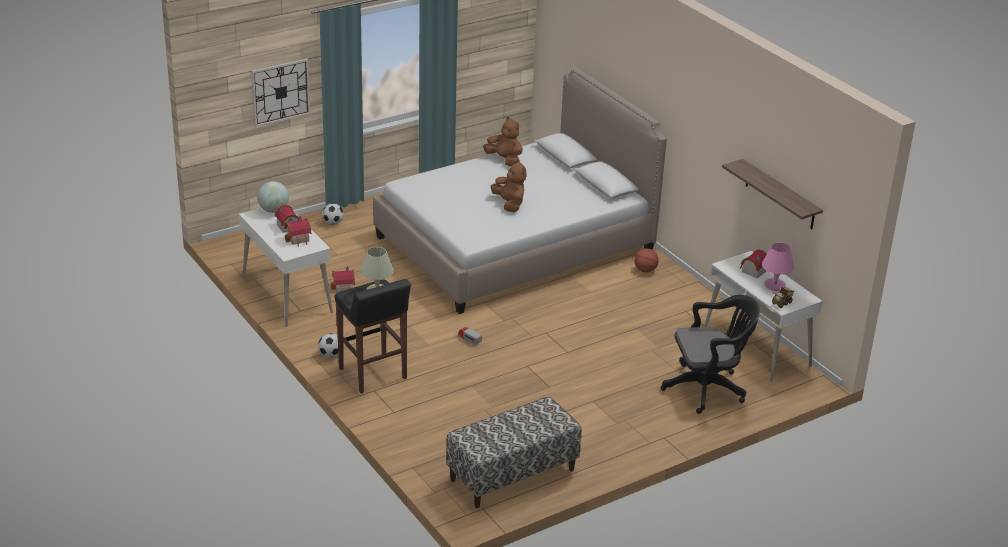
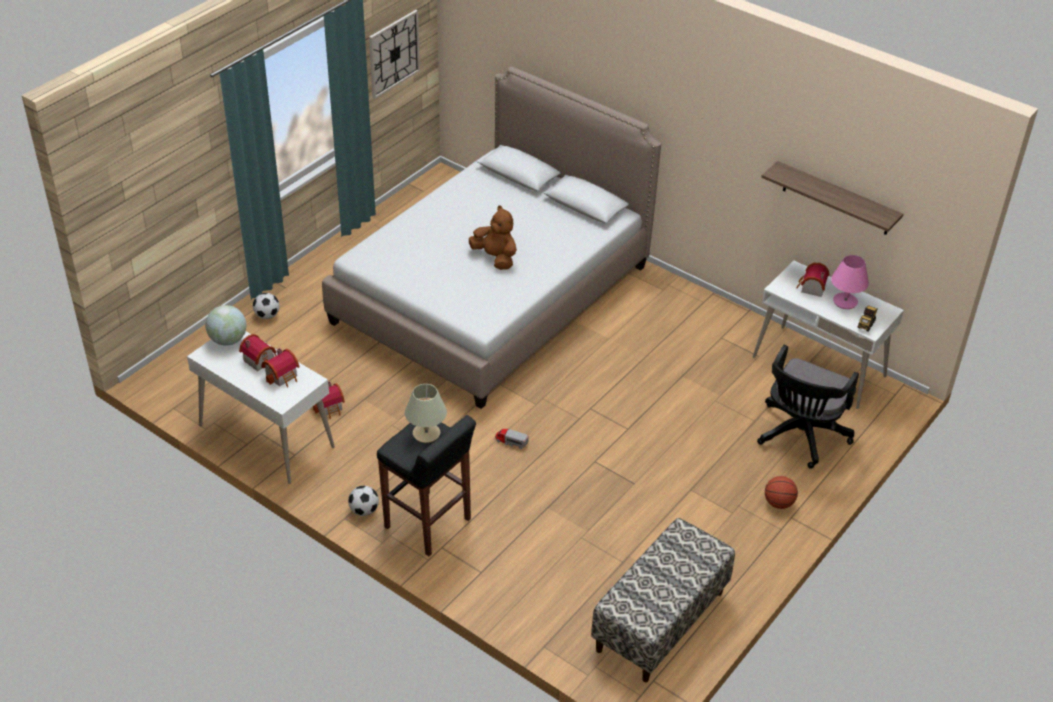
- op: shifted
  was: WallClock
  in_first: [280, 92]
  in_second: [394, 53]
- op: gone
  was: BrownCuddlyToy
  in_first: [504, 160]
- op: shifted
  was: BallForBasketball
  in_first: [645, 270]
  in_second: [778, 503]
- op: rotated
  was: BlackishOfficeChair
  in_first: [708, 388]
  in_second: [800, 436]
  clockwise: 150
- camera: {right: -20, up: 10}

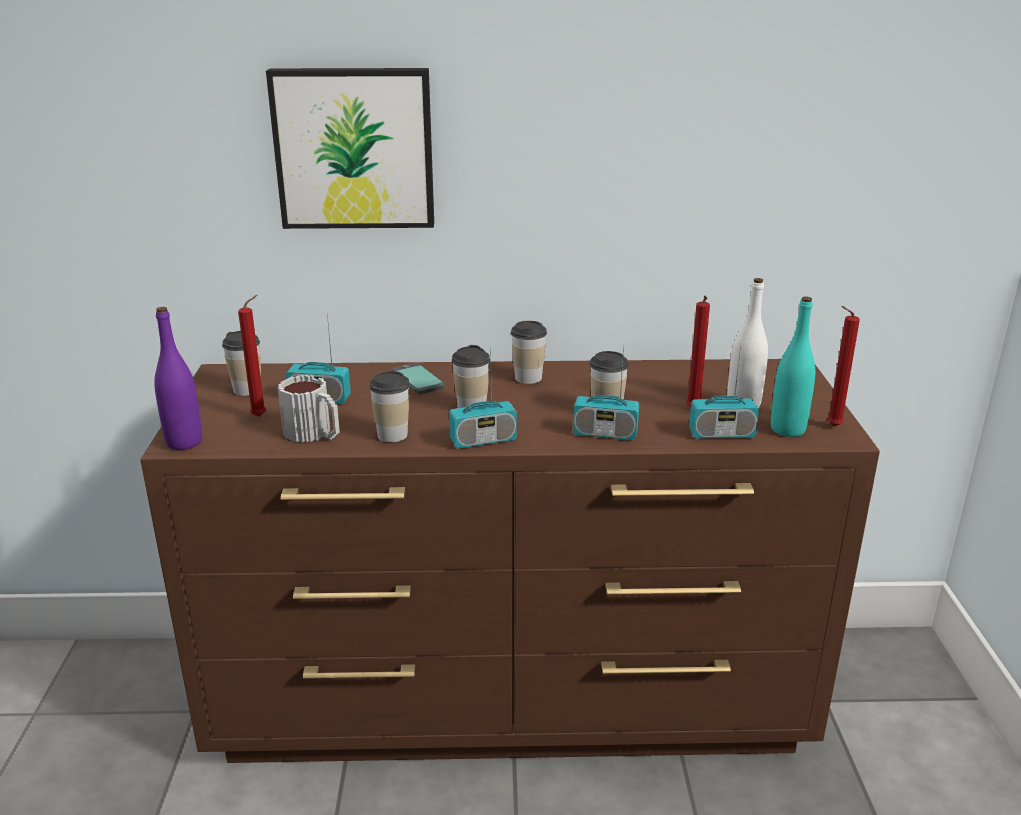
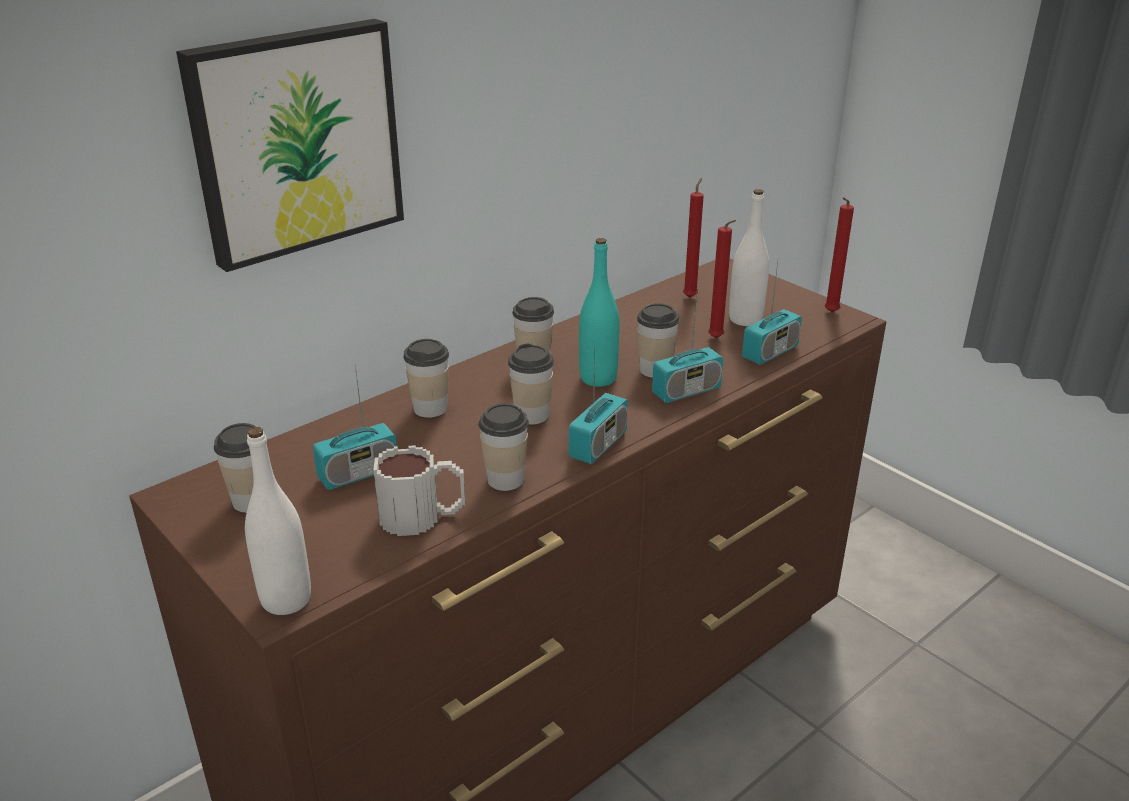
- op: repainted
  was: PurpleColouredDrinkBottle
  now: WhiteColouredDrinkBottle
  in_first: [184, 442]
  in_second: [286, 599]
- op: shifted
  was: RedColouredCandle
  in_first: [261, 416]
  in_second: [690, 296]
- op: swapped
  was: Phone
  now: DrinkingCup
  in_first: [417, 380]
  in_second: [430, 408]
- op: shifted
  was: BlueGreenDrinkBottle
  in_first: [787, 429]
  in_second: [598, 378]
- camera: {right: -40, up: 5}

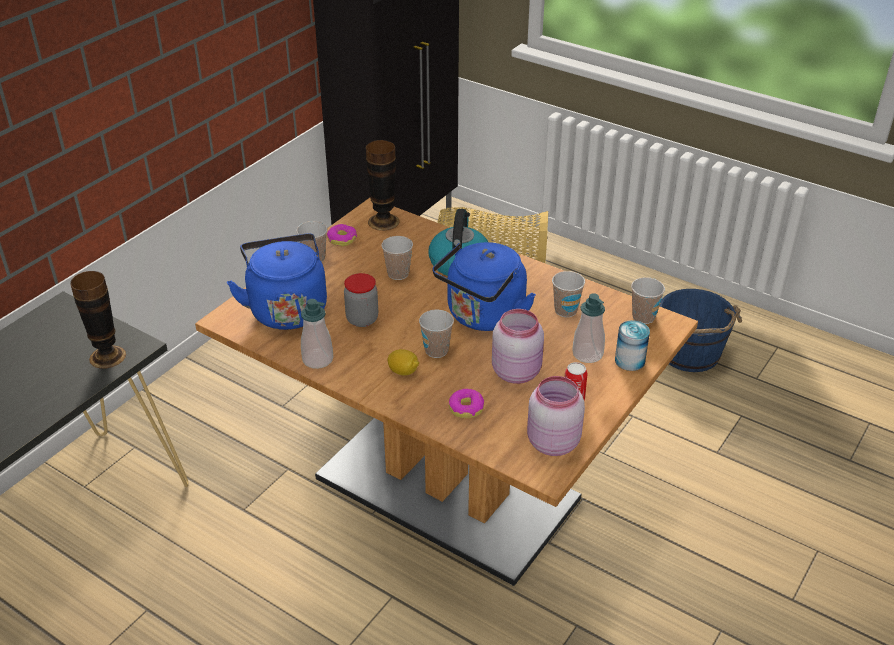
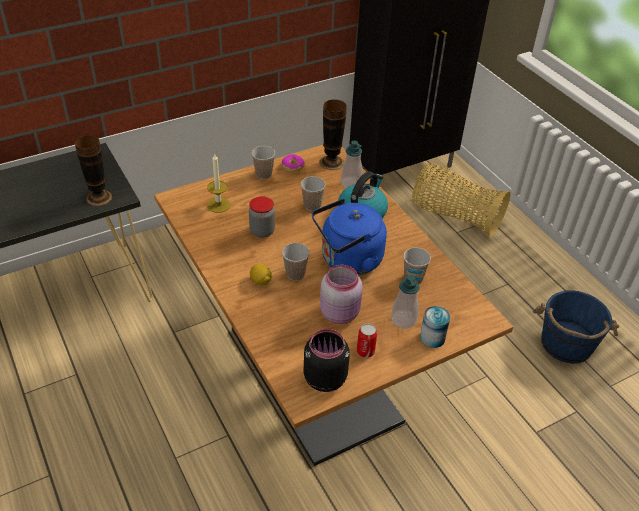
- op: swapped
  was: BluishWaterKettle
  now: Candle
  in_first: [287, 308]
  in_second: [218, 205]
- op: shifted
  was: LiquidSoapBottle
  in_first: [317, 359]
  in_second: [351, 183]
- op: gone
  was: RingDoughnut
  in_first: [466, 408]
- op: repainted
  was: PinkColouredJar
  now: BlackishJar
  in_first: [551, 442]
  in_second: [324, 378]
- op: gone
  was: DrinkingCup
  in_first: [643, 317]
- camera: {right: 25, up: 5}

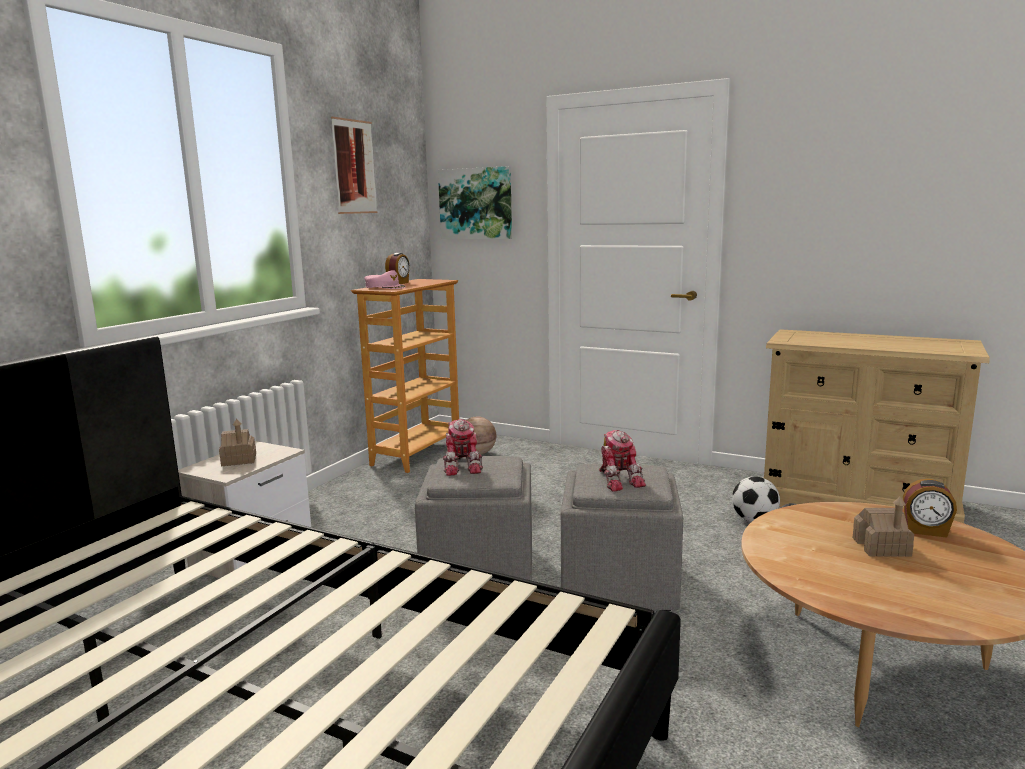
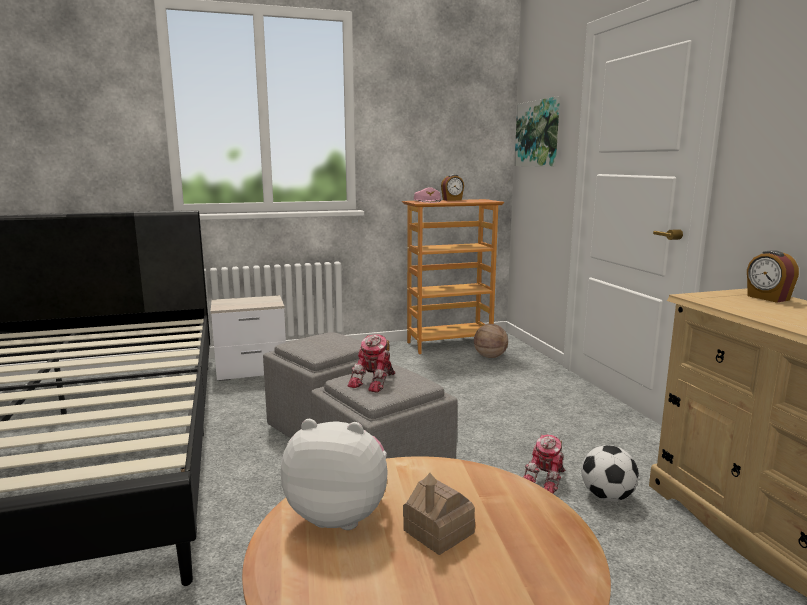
- op: gone
  was: MiniatureHouse
  in_first: [239, 460]
- op: gone
  was: WallArt
  in_first: [354, 167]
- op: shifted
  was: ModelRobot
  in_first: [463, 466]
  in_second: [547, 479]
- op: shifted
  was: TableClock
  in_first: [925, 531]
  in_second: [767, 298]
- op: new
  now: CuddlyToy
  in_second: [340, 514]
- camera: {right: 45, up: 0}

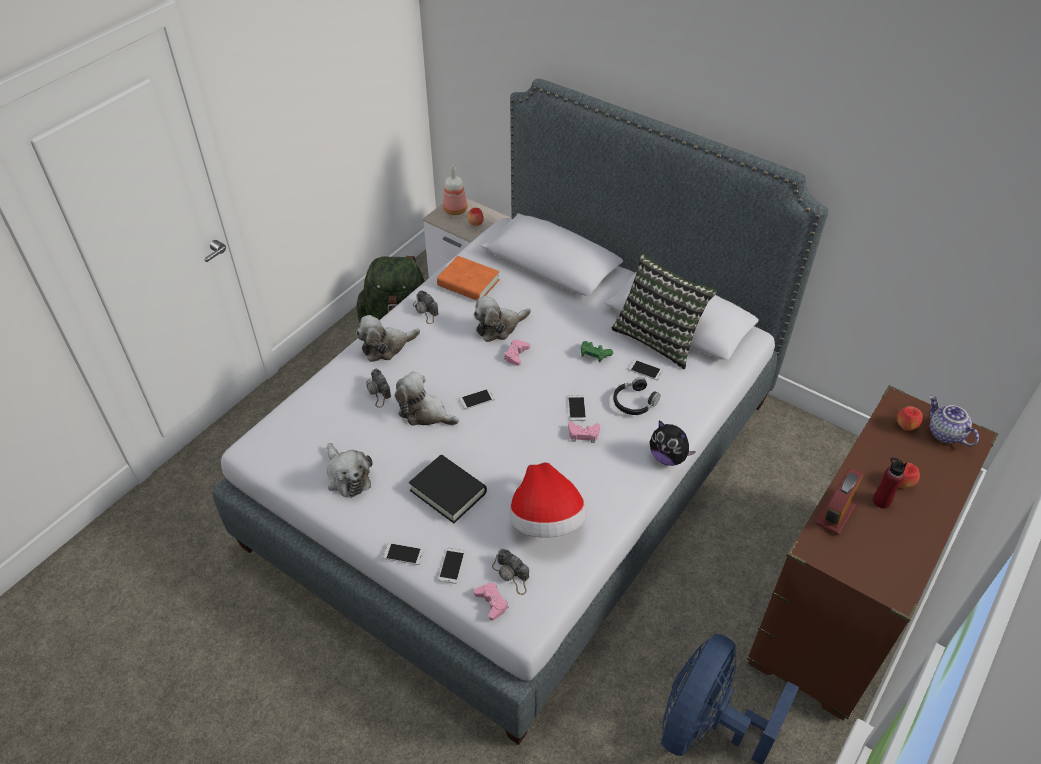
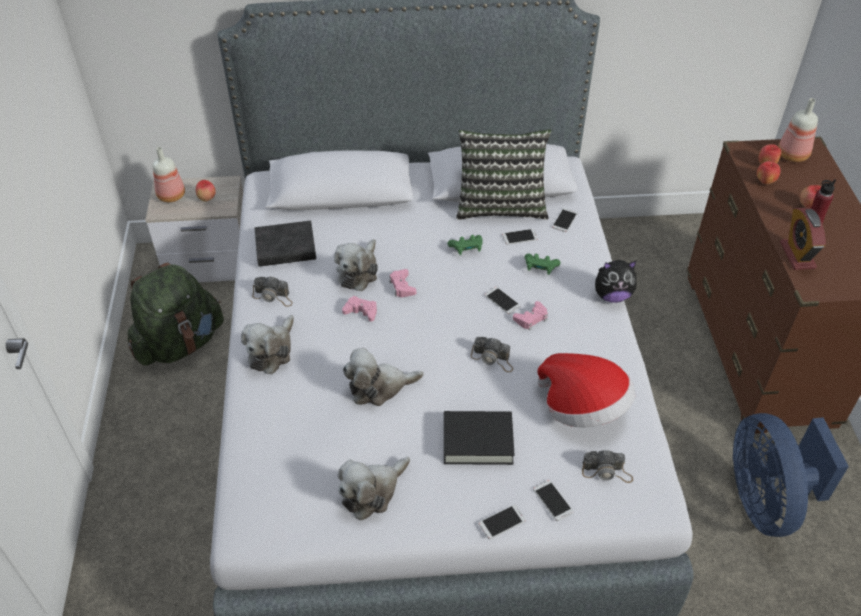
- op: rotated
  was: CuddlyToy
  in_first: [347, 476]
  in_second: [372, 492]
  clockwise: 120
- op: shifted
  was: PhotoCamera
  in_first: [378, 392]
  in_second: [492, 359]
- op: repainted
  was: OrangeColouredVolume
  now: BlackishVolume
  in_first: [468, 283]
  in_second: [286, 249]
- op: shifted
  was: Phone
  in_first: [477, 399]
  in_second: [564, 220]
- op: shifted
  was: PinkColouredJoypad
  in_first: [492, 603]
  in_second: [361, 311]
- op: swapped
  was: BlackishHeadset
  now: GreenishJoypad
  in_first: [634, 402]
  in_second: [540, 268]
- op: swapped
  was: Teapot
  now: DrinkBottle
  in_first: [944, 434]
  in_second: [793, 155]
- op: new
  now: WholeApple
  in_second: [765, 182]
- camera: {right: -40, up: 0}

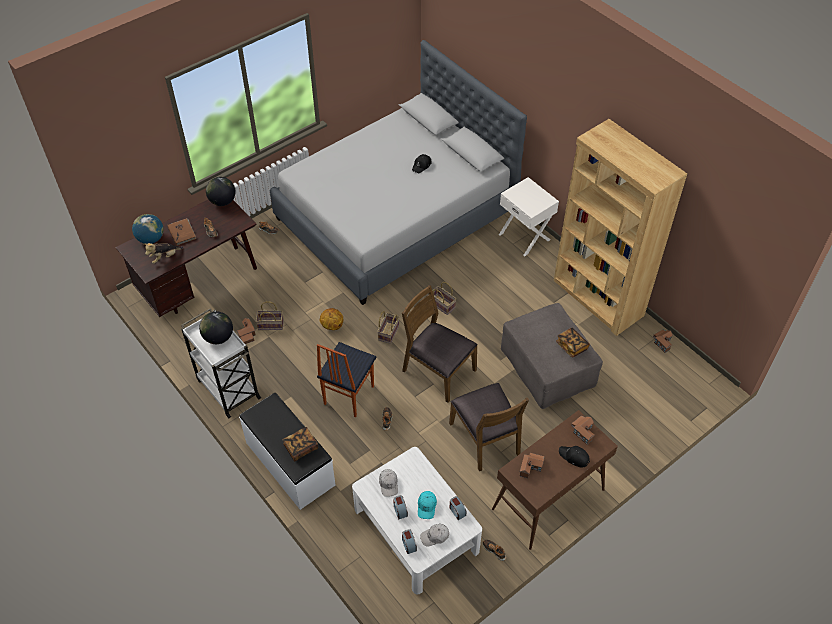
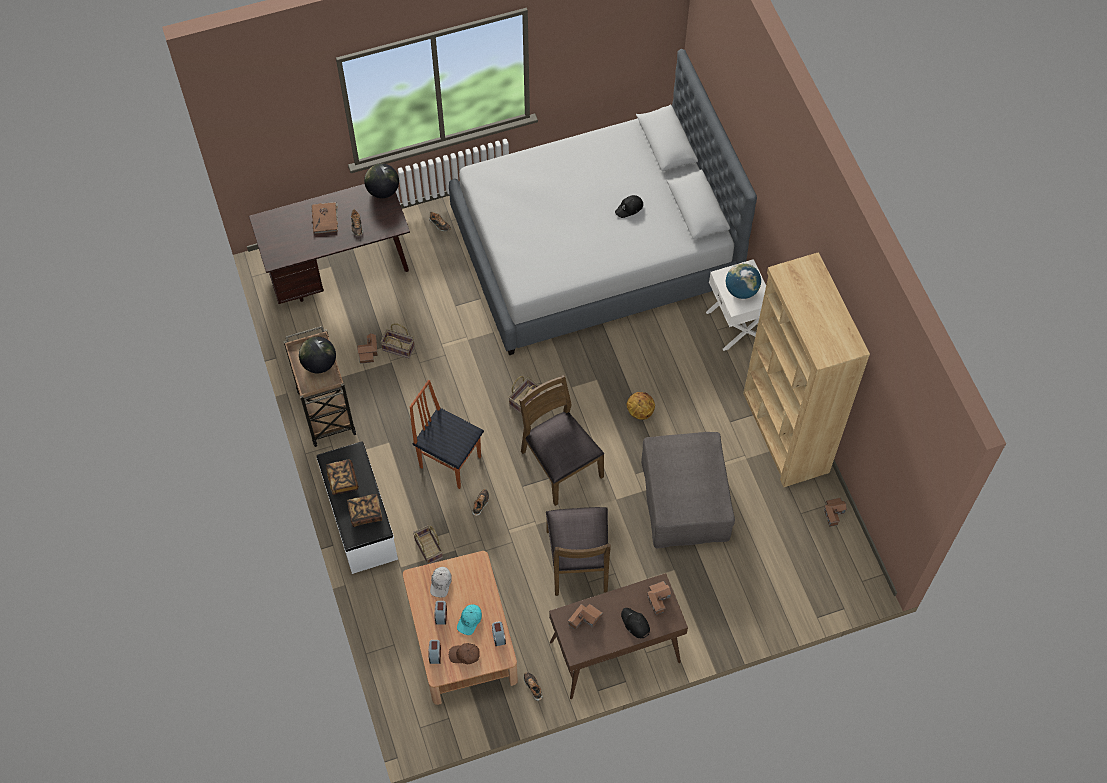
- op: shifted
  was: WorldGlobe
  in_first: [151, 239]
  in_second: [741, 290]
- op: gone
  was: CuddlyToy
  in_first: [165, 257]
- op: repainted
  was: WhiteColouredWheeledCart
  now: BrownWheeledCart
  in_first: [227, 388]
  in_second: [325, 410]
- op: rotated
  was: UprightChair
  in_first: [348, 395]
  in_second: [450, 461]
  clockwise: 75
- op: shifted
  was: BallForBasketball
  in_first: [332, 326]
  in_second: [640, 411]
- op: repainted
  was: WhiteColouredLowTable
  now: BrownLowTable
  in_first: [416, 530]
  in_second: [462, 637]
- op: repainted
  was: WhiteColouredCap
  now: BrownCap
  in_first: [435, 536]
  in_second: [464, 655]
- op: shifted
  was: HouseholdBasket
  in_first: [443, 305]
  in_second: [429, 549]
- op: shifted
  was: Volume
  in_first: [571, 346]
  in_second: [343, 480]
- camera: {right: 20, up: 10}

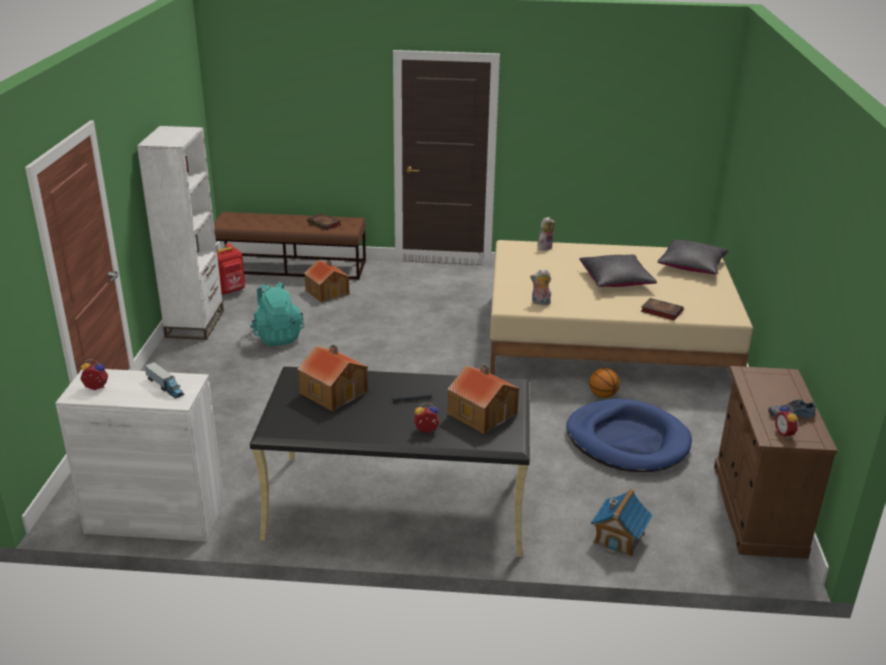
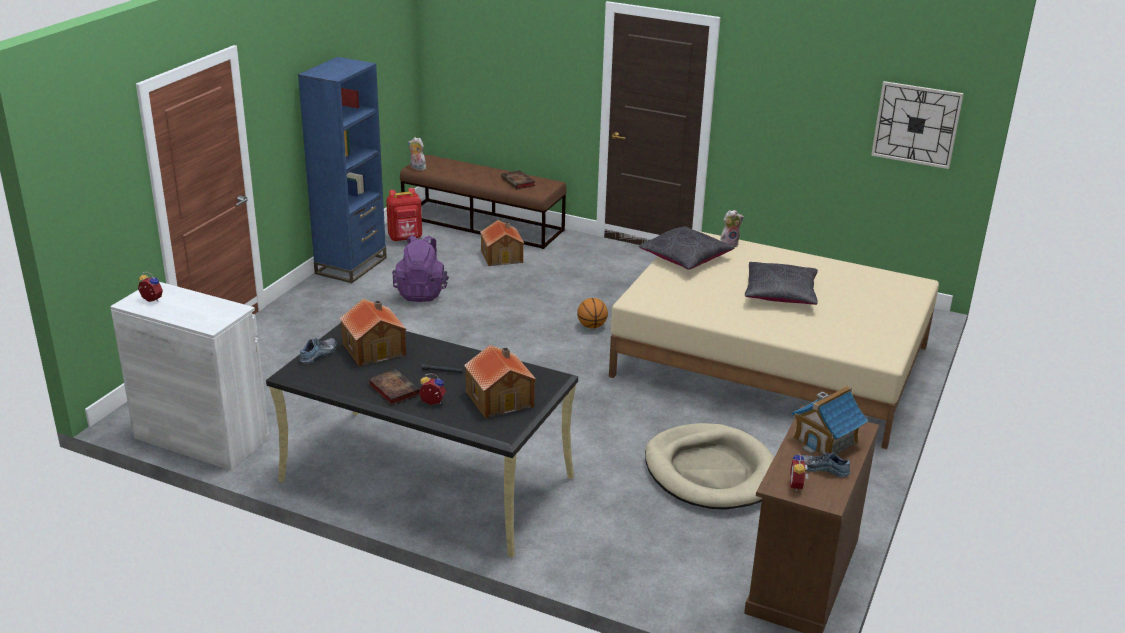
- op: repainted
  was: WhiteColouredBookshelf
  now: BluishBookshelf
  in_first: [195, 324]
  in_second: [351, 265]
- op: gone
  was: ToyTruck
  in_first: [165, 387]
- op: repainted
  was: BlueGreenKnapsack
  now: PurpleColouredKnapsack
  in_first: [277, 336]
  in_second: [421, 292]
- op: shifted
  was: CuddlyToy
  in_first: [540, 303]
  in_second: [417, 168]
- op: repainted
  was: BluishPetBed
  now: BeigePetBed
  in_first: [627, 440]
  in_second: [710, 472]
- op: shifted
  was: BallForBasketball
  in_first: [603, 395]
  in_second: [592, 326]
- op: shifted
  was: MiniatureHouse
  in_first: [619, 538]
  in_second: [826, 441]
- op: shifted
  was: Volume
  in_first: [660, 311]
  in_second: [392, 389]
- op: shifted
  was: BlackishThrowPillow
  in_first: [691, 266]
  in_second: [685, 258]
- op: new
  now: LowShoe
  in_second: [319, 354]
- op: new
  now: WallClock
  in_second: [916, 124]
- camera: {right: 20, up: 0}

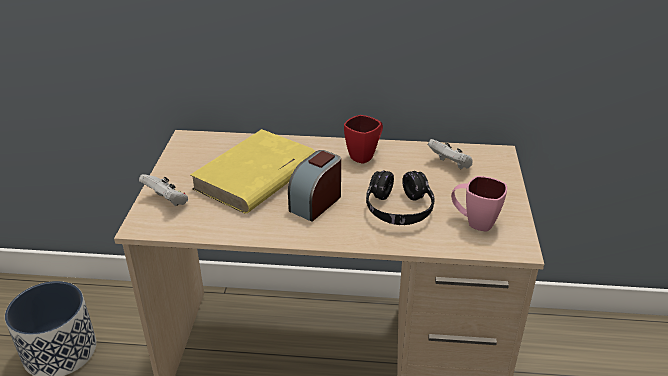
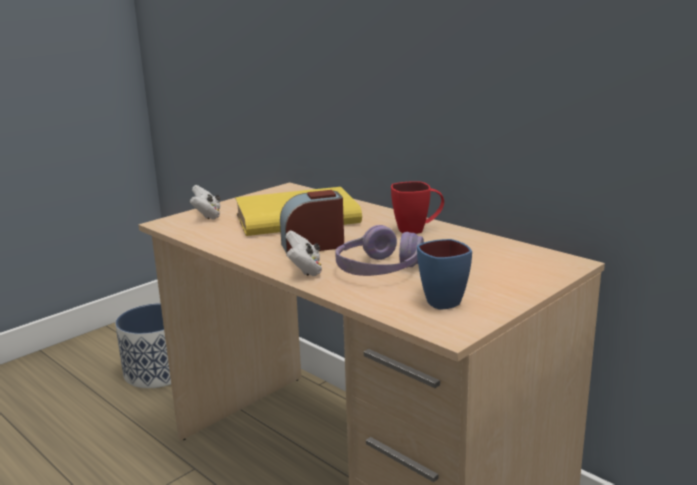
- op: repainted
  was: BlackishHeadset
  now: PurpleColouredHeadset
  in_first: [399, 209]
  in_second: [378, 269]
- op: shifted
  was: WhiteColouredJoypad
  in_first: [450, 165]
  in_second: [304, 270]
- op: repainted
  was: PinkColouredTeaMug
  now: BluishTeaMug
  in_first: [473, 222]
  in_second: [438, 299]
- camera: {right: 40, up: -15}

